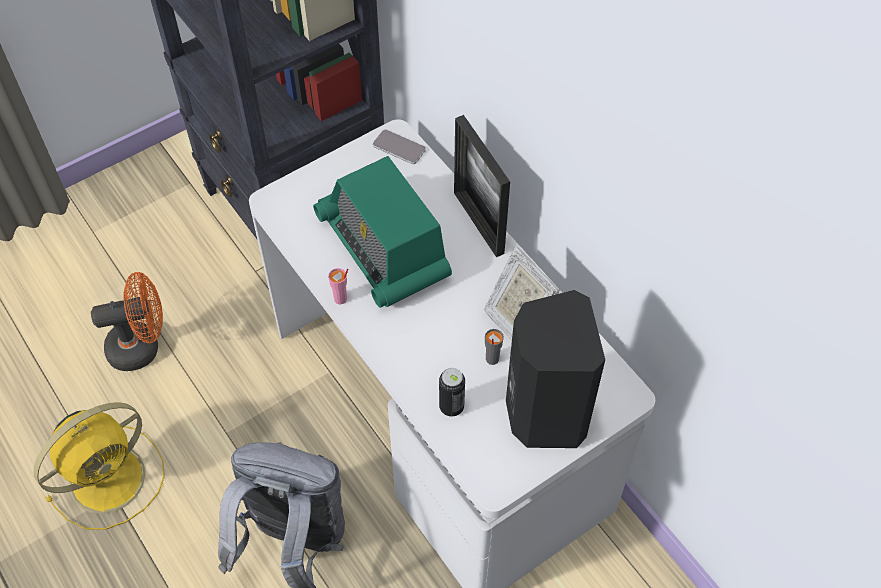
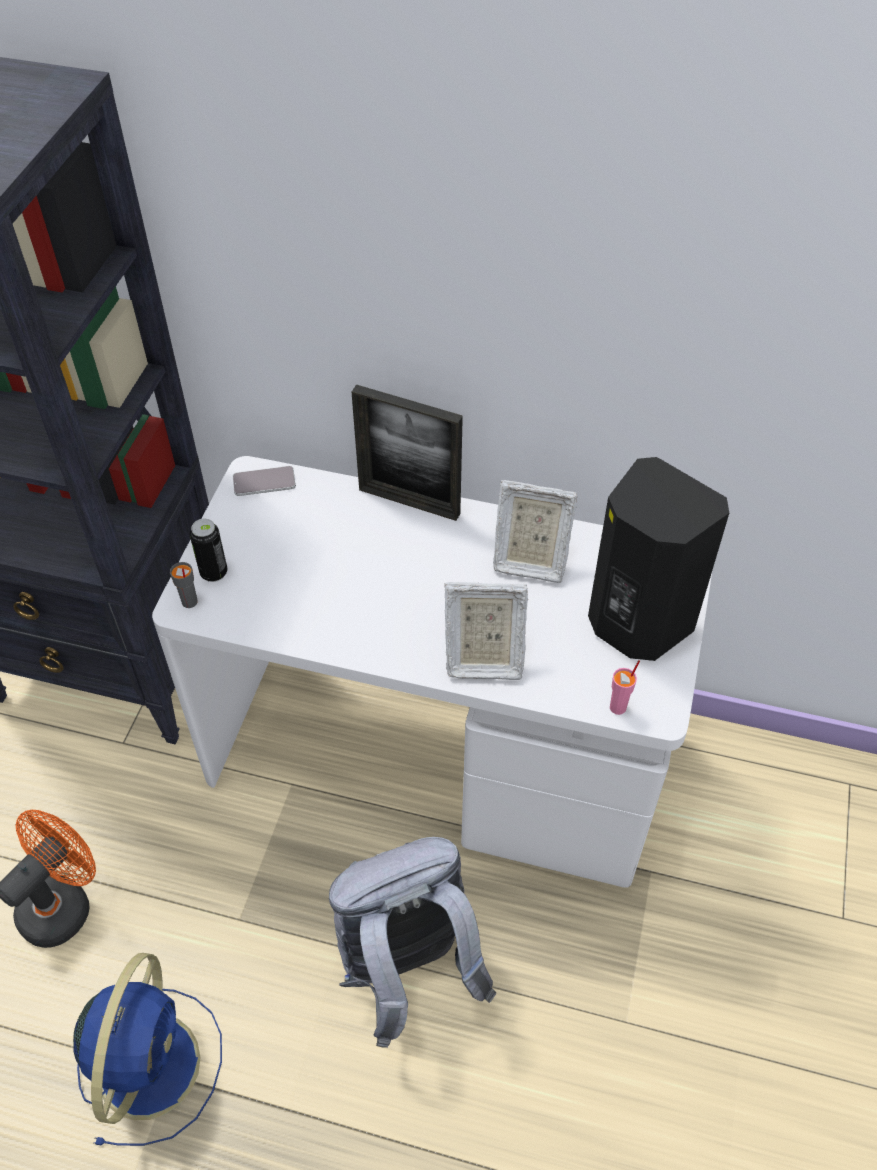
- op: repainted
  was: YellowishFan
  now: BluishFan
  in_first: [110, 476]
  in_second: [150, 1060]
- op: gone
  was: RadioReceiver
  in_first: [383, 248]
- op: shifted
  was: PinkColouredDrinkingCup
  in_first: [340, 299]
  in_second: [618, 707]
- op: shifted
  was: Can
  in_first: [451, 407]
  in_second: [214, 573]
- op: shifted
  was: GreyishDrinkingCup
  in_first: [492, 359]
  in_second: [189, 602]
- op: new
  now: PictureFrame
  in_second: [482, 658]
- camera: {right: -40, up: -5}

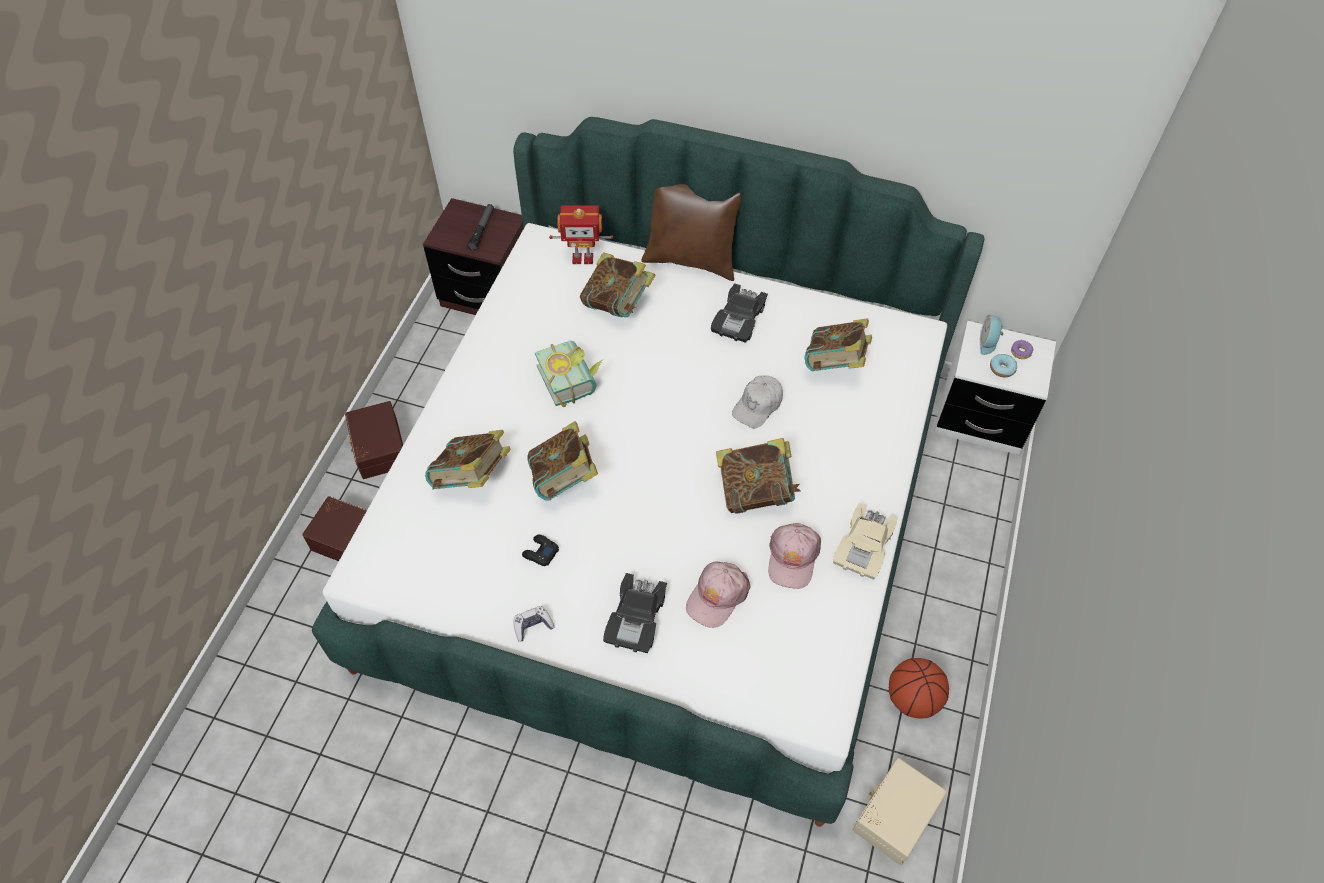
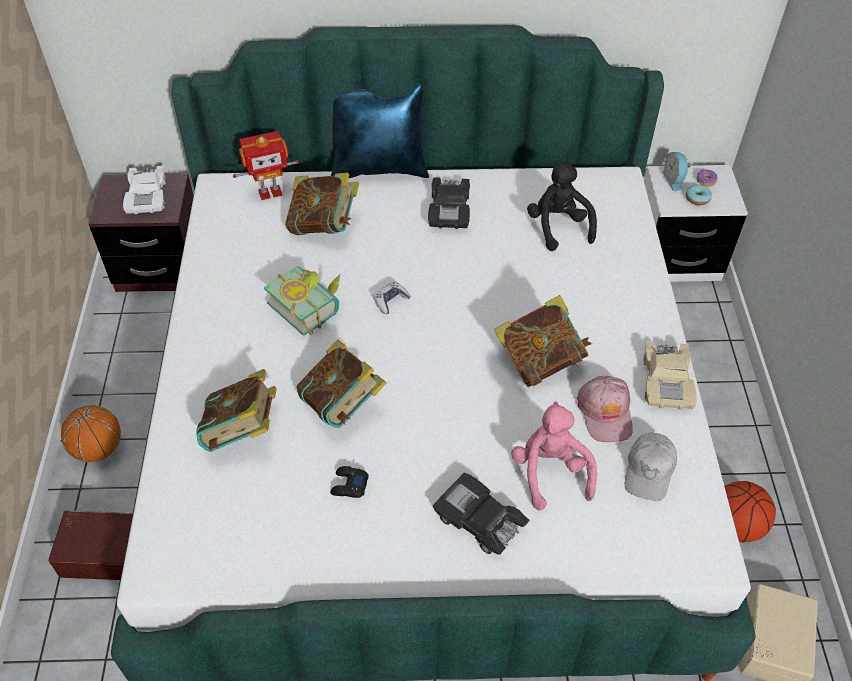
- op: swapped
  was: BrownStorageBox
  now: BallForBasketball
  in_first: [378, 448]
  in_second: [98, 448]
- op: swapped
  was: Torch
  now: WhiteColouredToyCar
  in_first: [482, 230]
  in_second: [147, 196]
- op: shifted
  was: Joypad
  in_first: [533, 625]
  in_second: [391, 301]
- op: rotated
  was: BlackishToyCar
  in_first: [636, 618]
  in_second: [479, 520]
  clockwise: 135
- op: repainted
  was: BrownThrowPillow
  now: BluishThrowPillow
  in_first: [691, 260]
  in_second: [379, 169]
- op: swapped
  was: PinkColouredCap
  now: PinkColouredCuddlyToy
  in_first: [717, 596]
  in_second: [550, 472]
- op: shifted
  was: WhiteColouredCap
  in_first: [758, 405]
  in_second: [649, 471]
- op: swapped
  was: Volume
  now: BlackishCuddlyToy
  in_first: [835, 364]
  in_second: [558, 227]
- camera: {right: -20, up: -5}

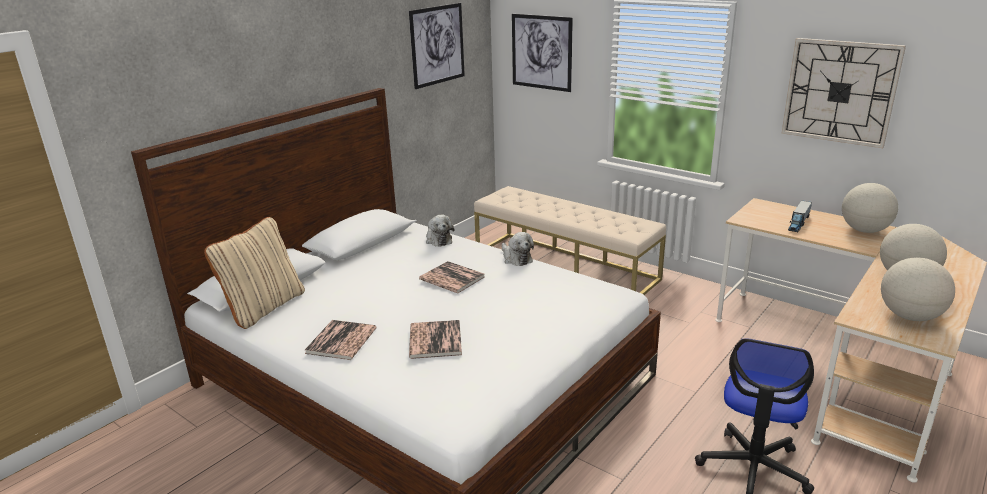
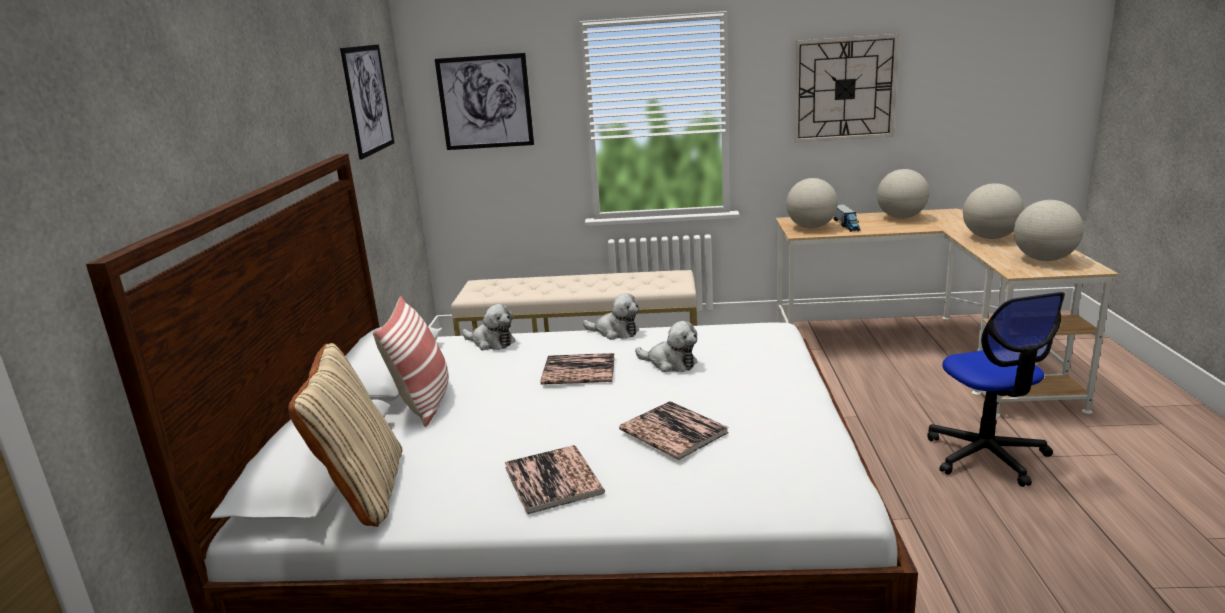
- op: new
  now: ThrowPillow
  in_second: [424, 402]
- op: new
  now: CuddlyToy
  in_second: [670, 363]
- op: new
  now: WorldGlobe
  in_second: [811, 227]
- camera: {right: -35, up: -5}

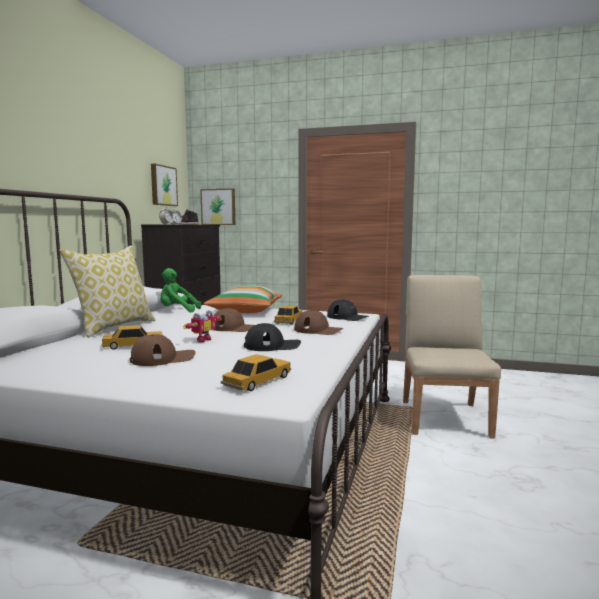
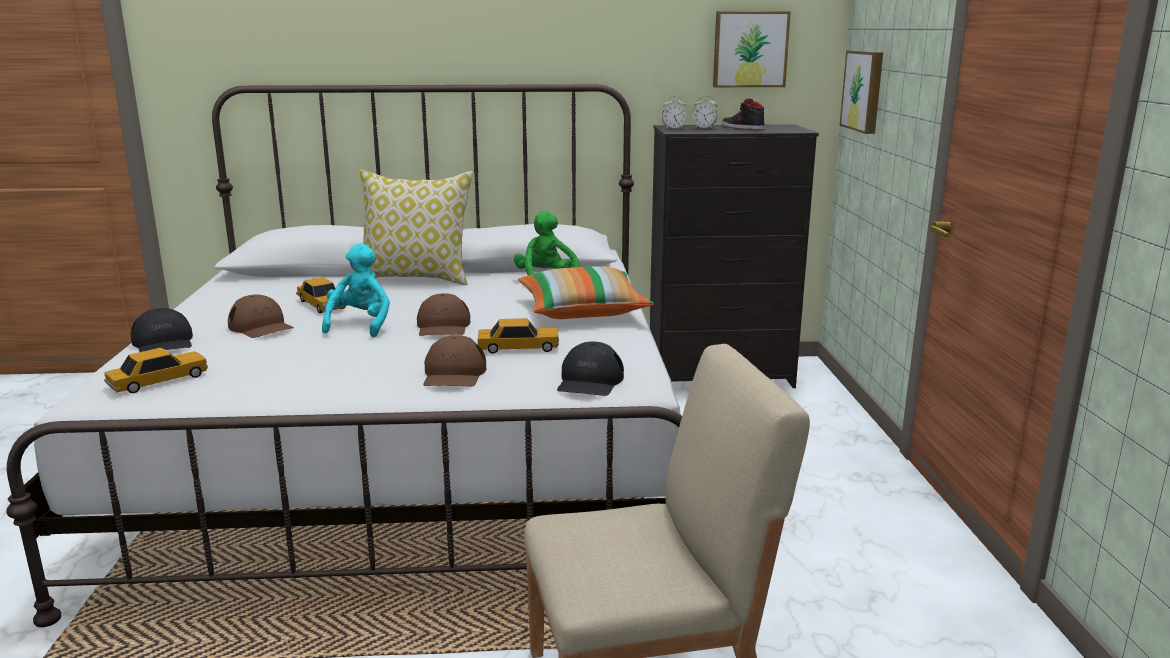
- op: swapped
  was: ModelRobot
  now: BlueGreenCuddlyToy
  in_first: [201, 340]
  in_second: [360, 325]
- op: rotated
  was: ToyCar
  in_first: [258, 381]
  in_second: [159, 381]
  clockwise: -60
- op: shifted
  was: BlackishCap
  in_first: [272, 346]
  in_second: [164, 343]
- camera: {right: 70, up: 10}

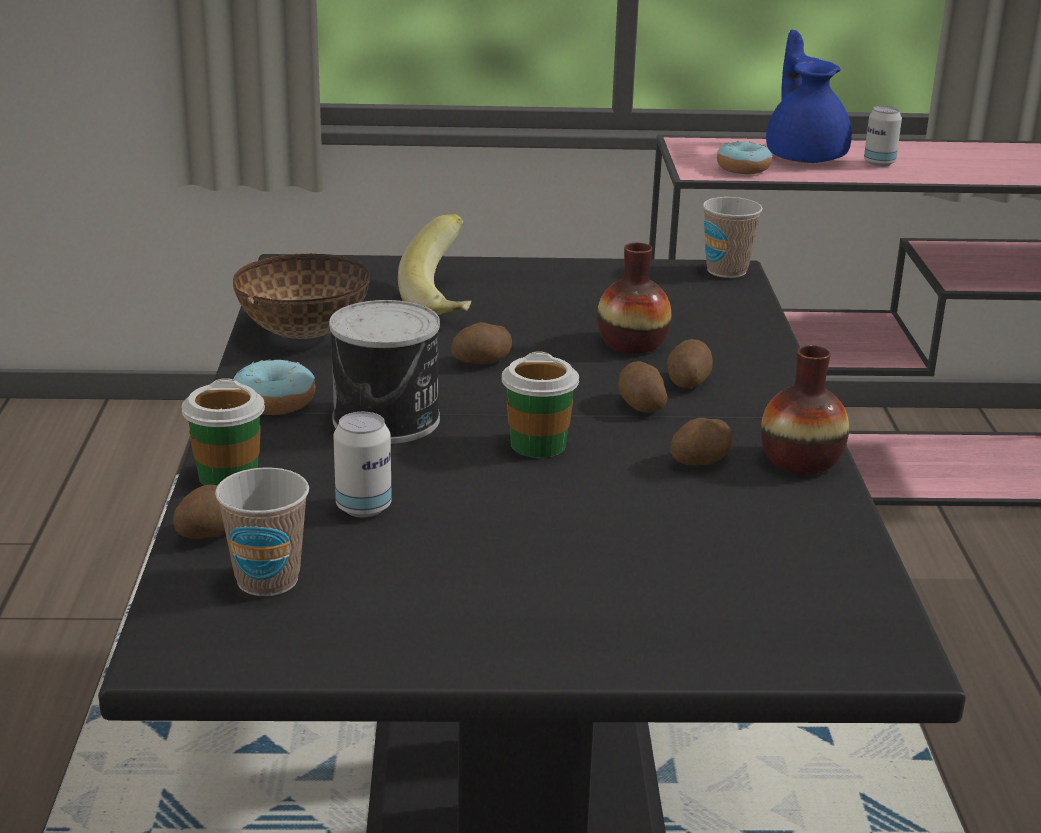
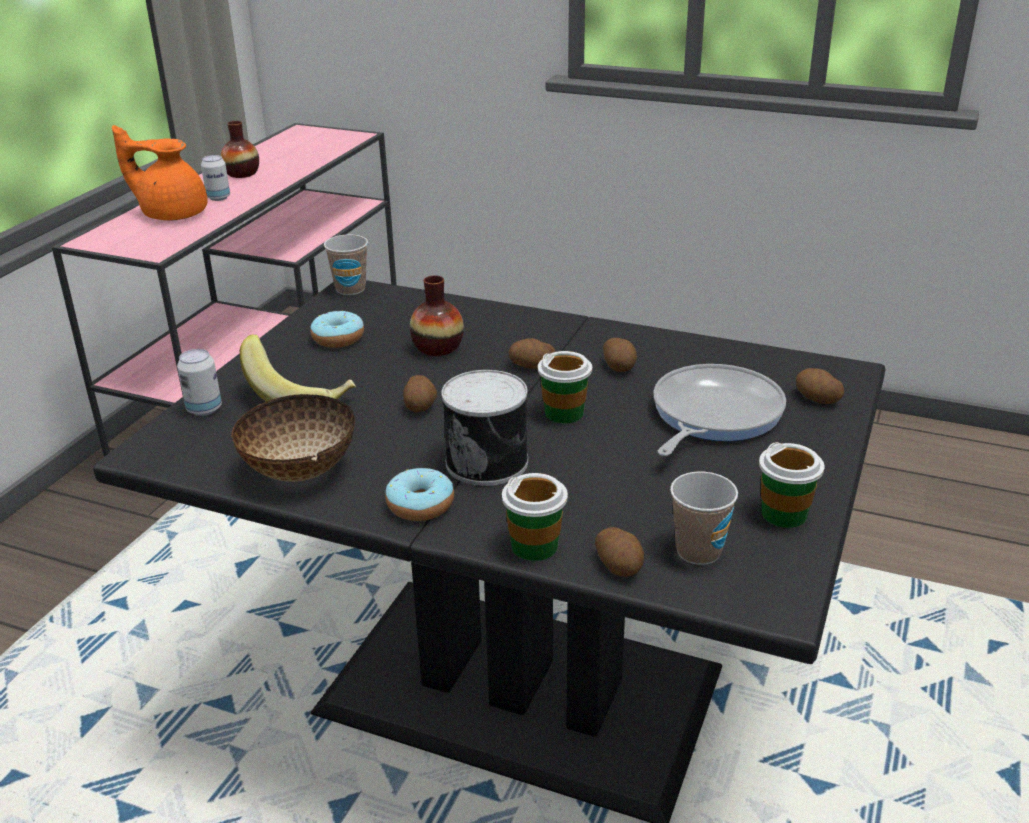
- op: shifted
  was: Can
  in_first: [363, 507]
  in_second: [204, 409]
- op: shifted
  was: Spud
  in_first: [687, 381]
  in_second: [816, 399]
- op: shifted
  was: RingDoughnut
  in_first: [743, 168]
  in_second: [338, 338]
- op: shifted
  was: FlowerVase
  in_first: [800, 461]
  in_second: [242, 173]
- op: repainted
  was: BluishTeapot
  now: OrangeColouredTeapot
  in_first: [805, 156]
  in_second: [172, 213]
- op: new
  now: Skillet
  in_second: [712, 415]
- op: new
  now: DrinkingCup
  in_second: [784, 514]
- camera: {right: -65, up: 5}

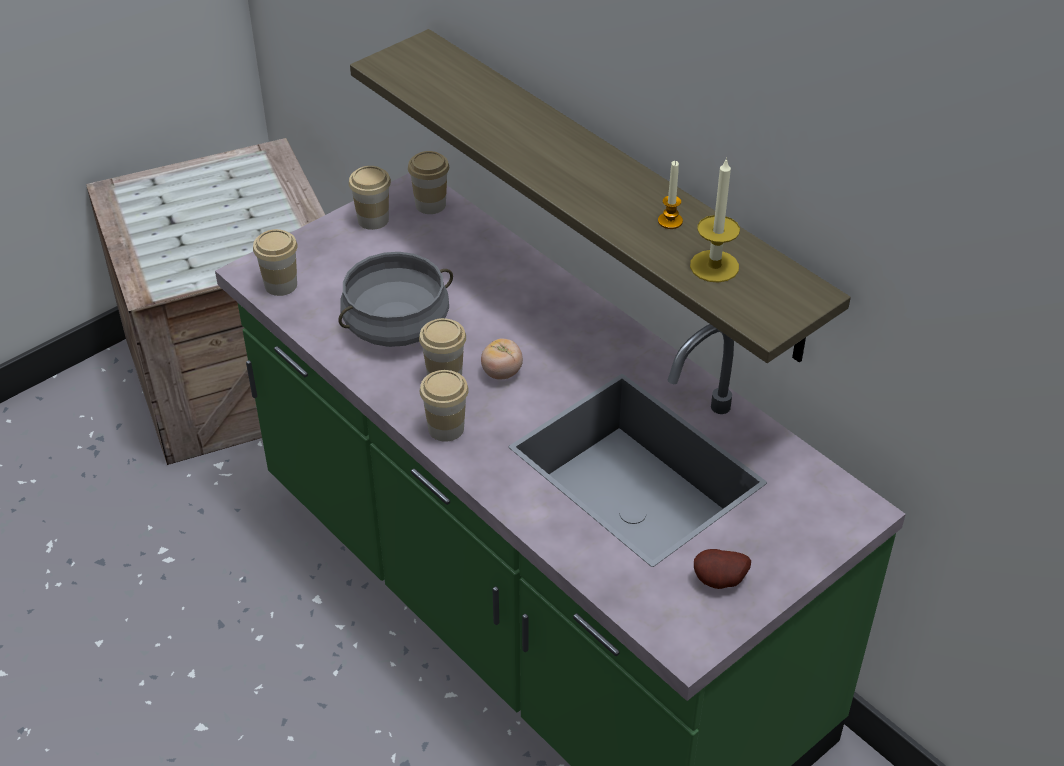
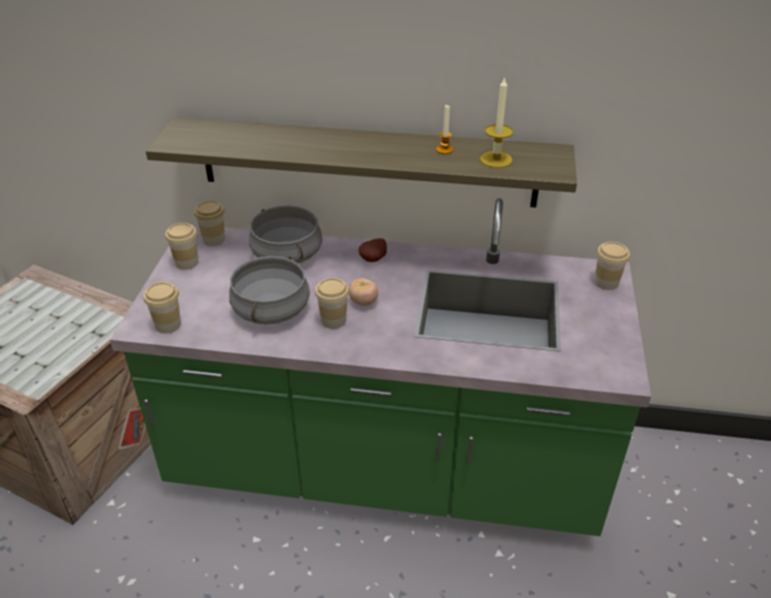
- op: shifted
  was: DrinkingCup
  in_first: [446, 428]
  in_second: [606, 282]
- op: shifted
  was: Spud
  in_first: [720, 582]
  in_second: [374, 259]
- op: new
  now: GreyishSaucepot
  in_second: [286, 254]
- camera: {right: -40, up: -5}

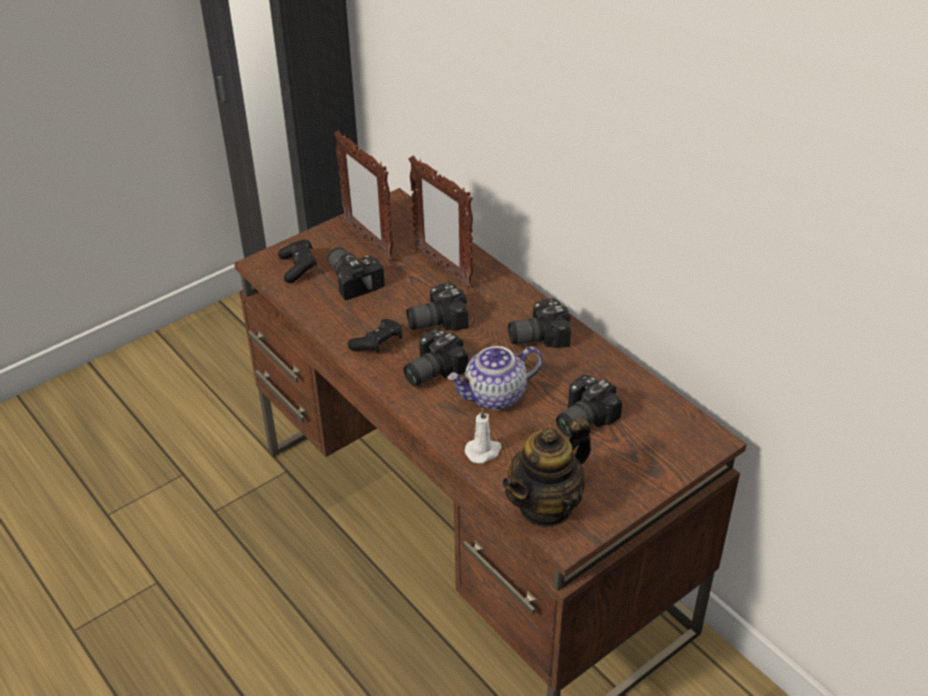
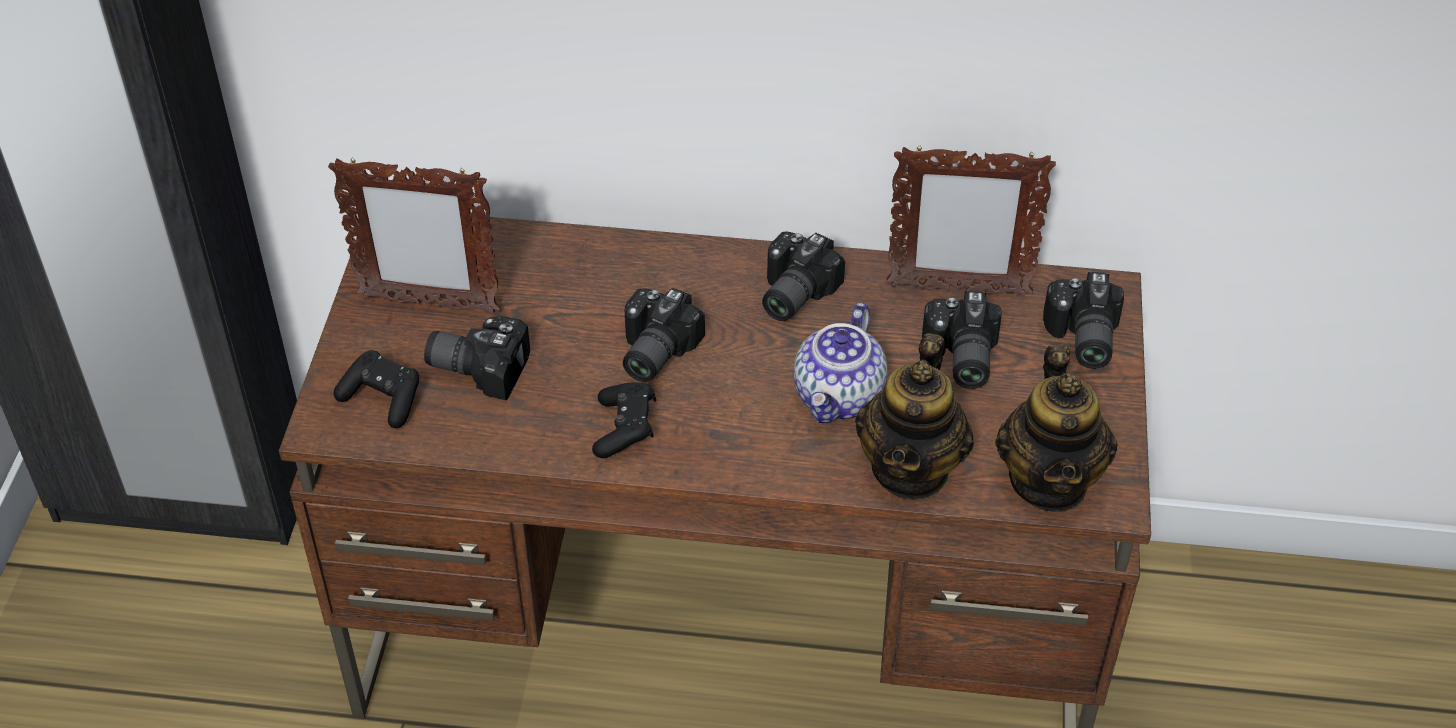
- op: shifted
  was: PhotoCamera
  in_first: [430, 370]
  in_second: [1080, 339]
- op: shifted
  was: PictureFrame
  in_first: [442, 268]
  in_second: [957, 290]
- op: swapped
  was: WhiteColouredCandle
  now: Teapot
  in_first: [484, 451]
  in_second: [911, 469]
- camera: {right: -45, up: 5}

